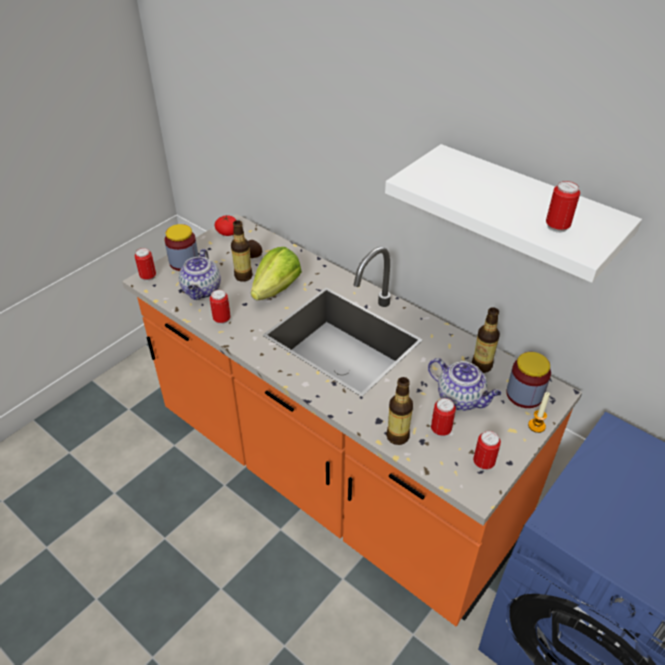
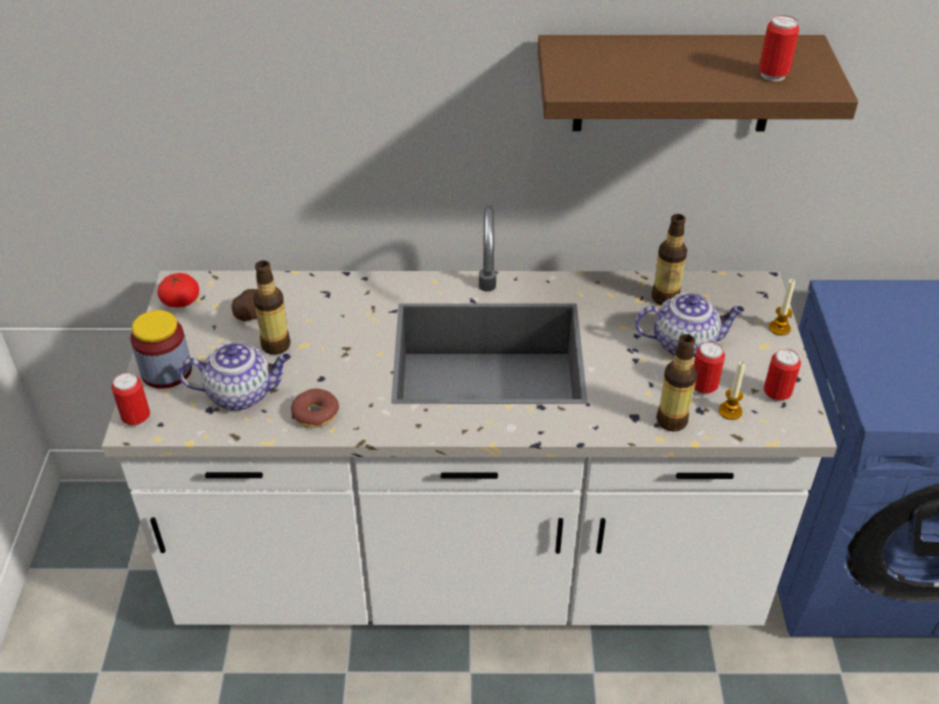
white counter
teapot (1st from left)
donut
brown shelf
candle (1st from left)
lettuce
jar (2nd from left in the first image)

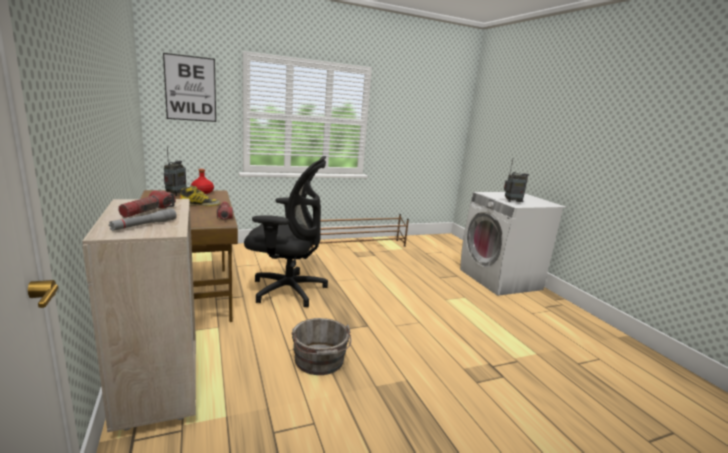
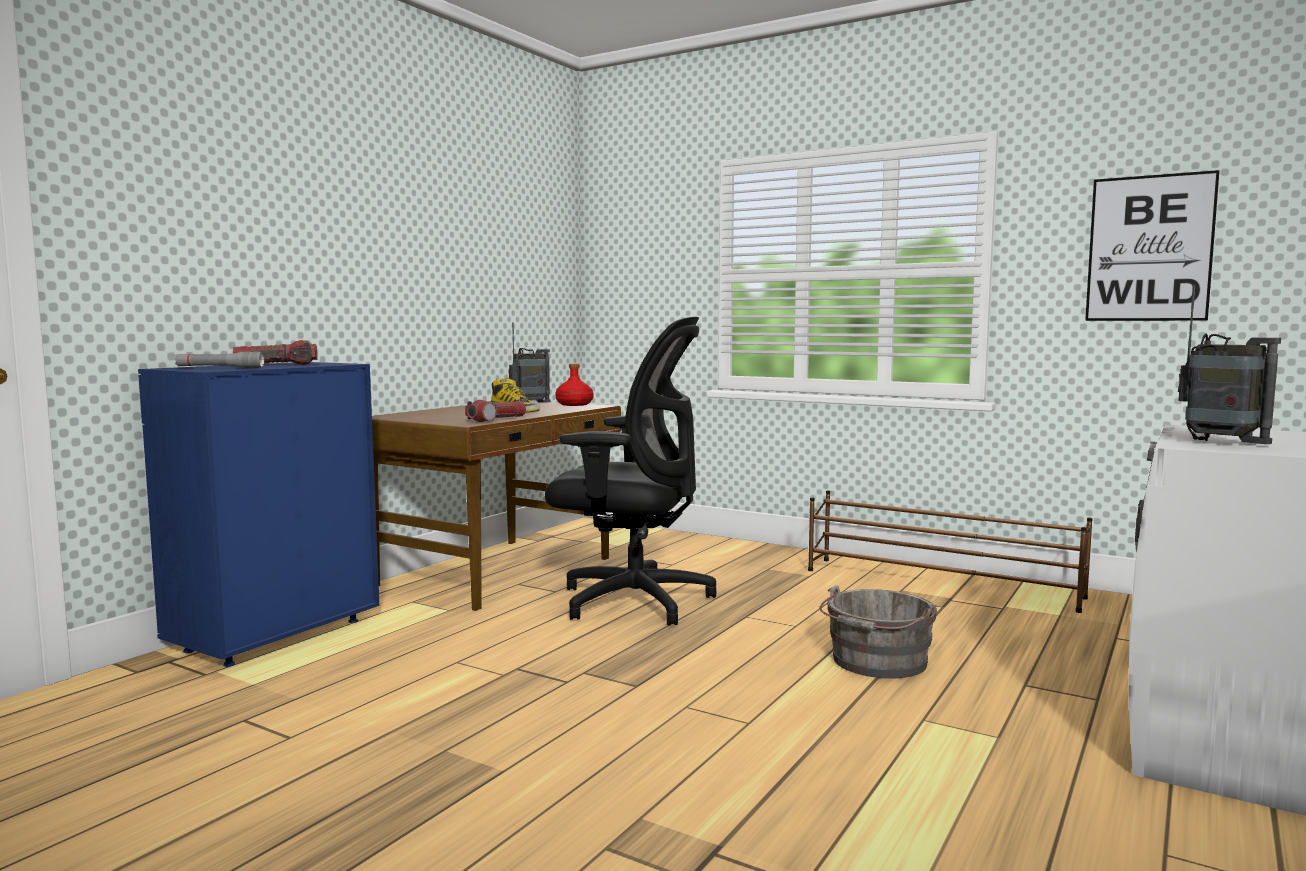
blue cabinet
black office chair
grey bucket
picture

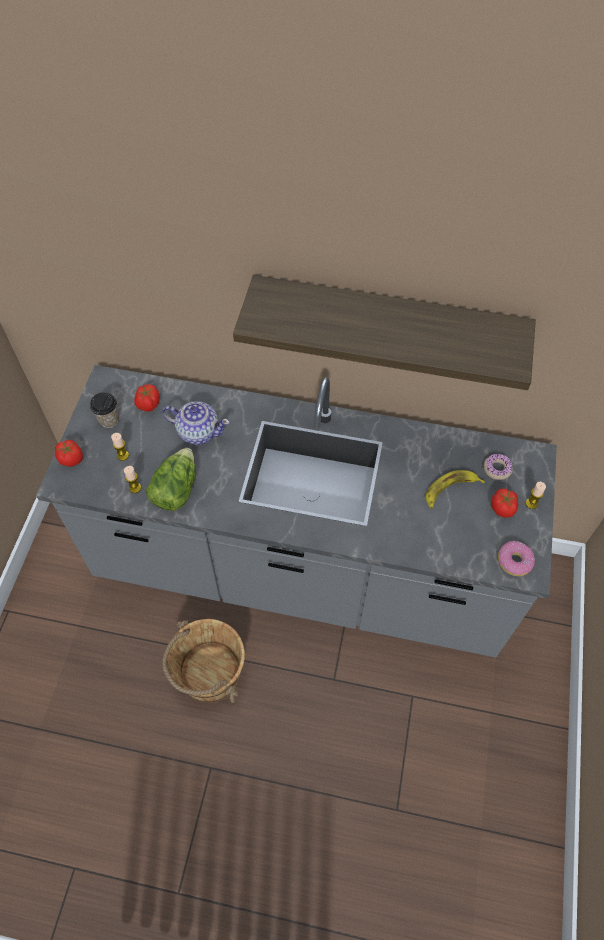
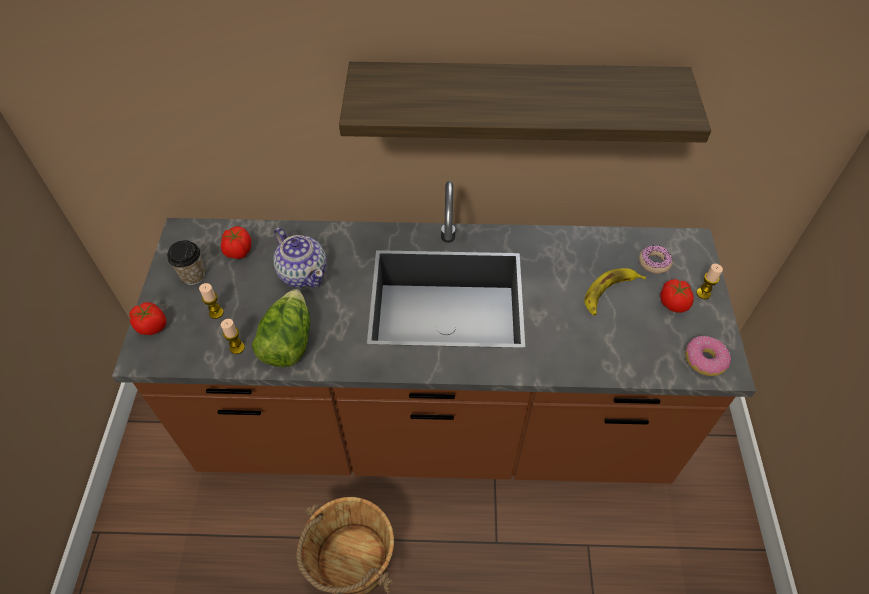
brown counter
teapot

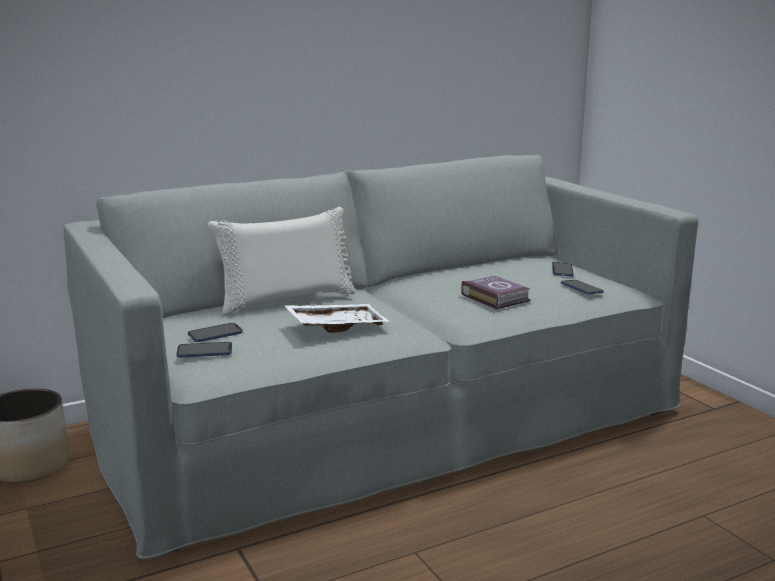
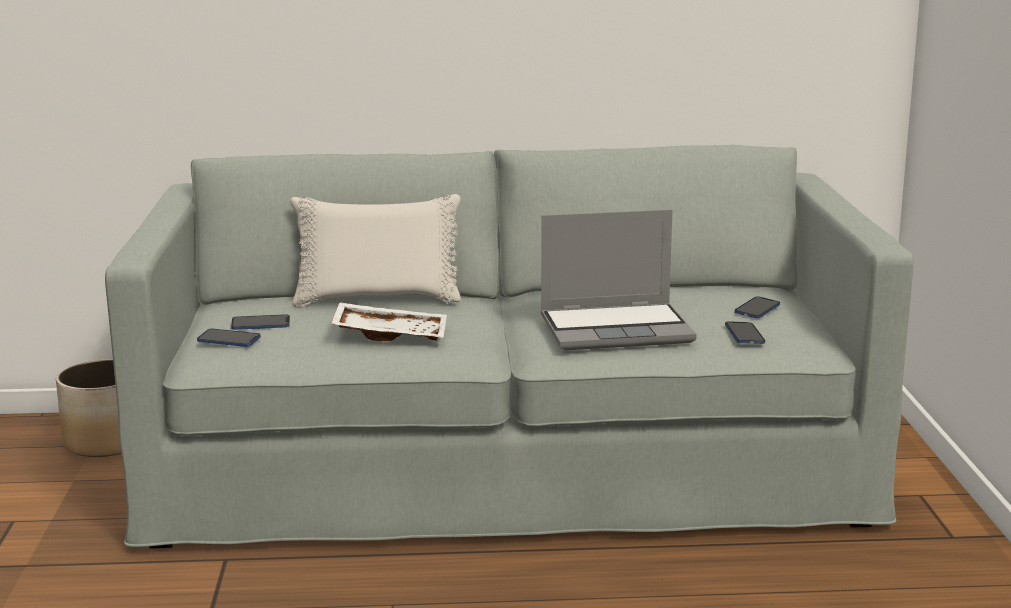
laptop

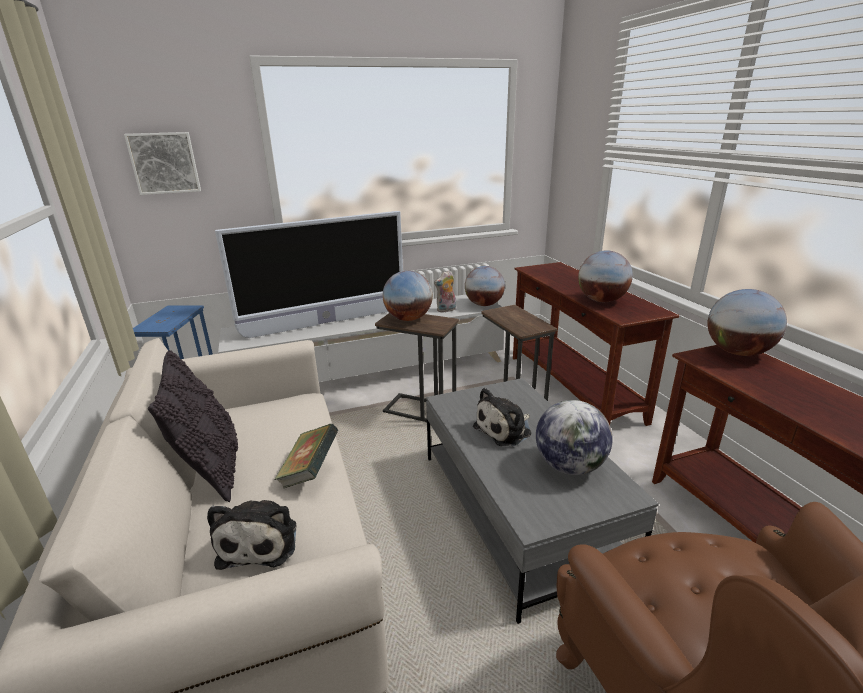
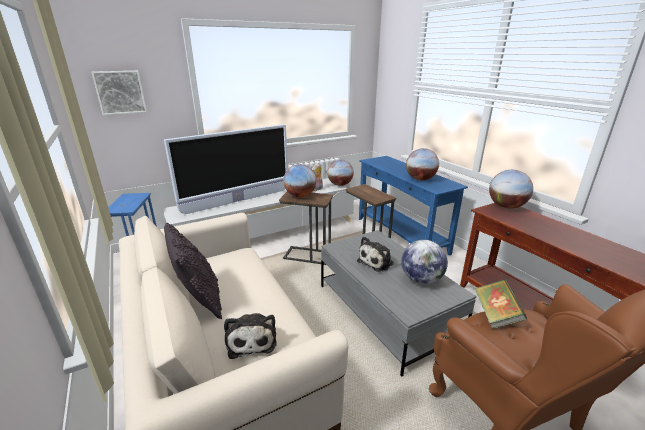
blue console table
book

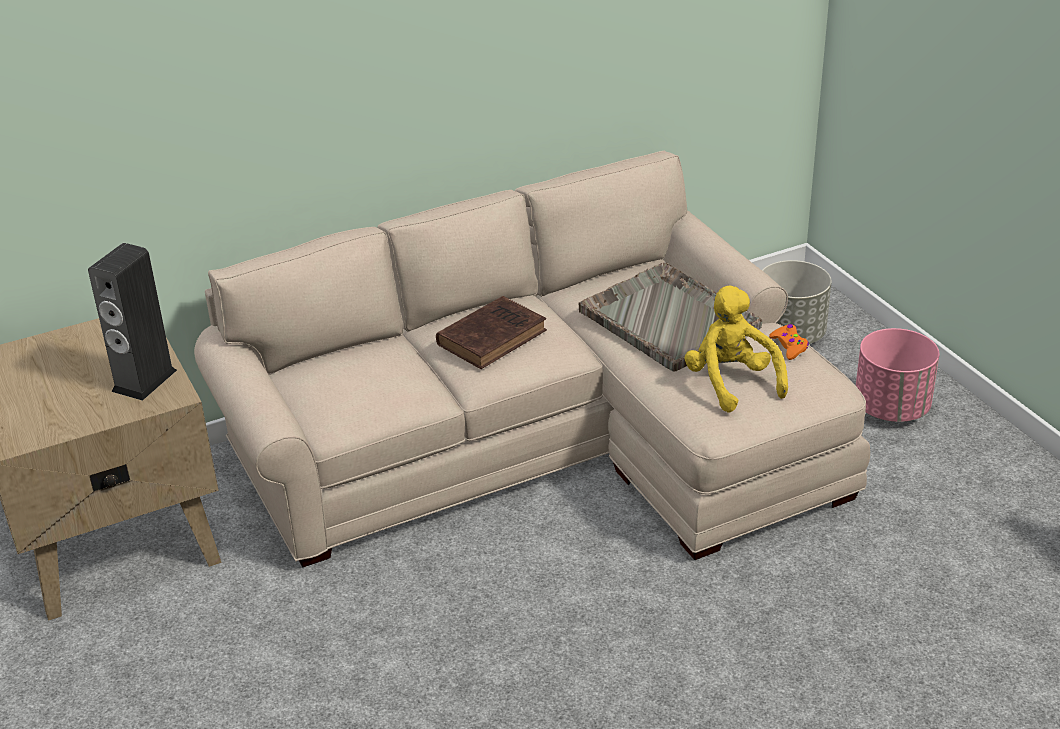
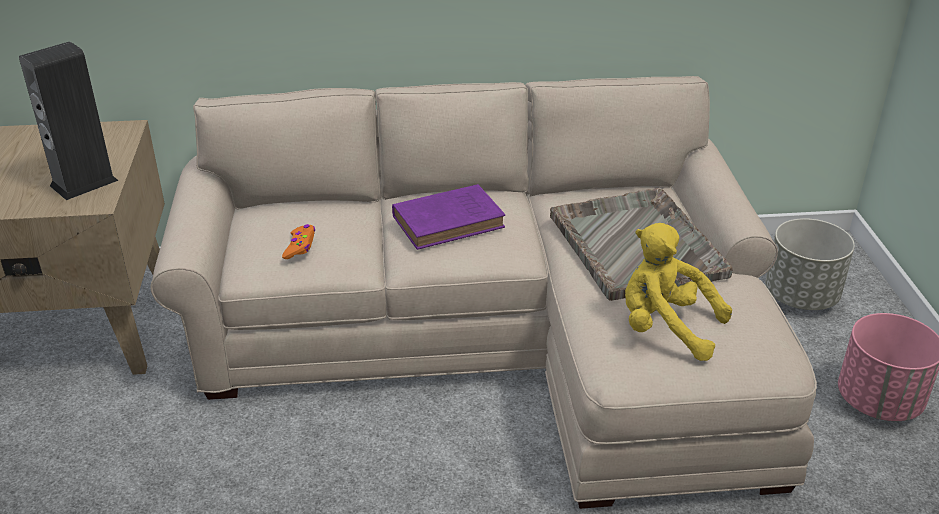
orange game controller
purple book
yellow plush toy

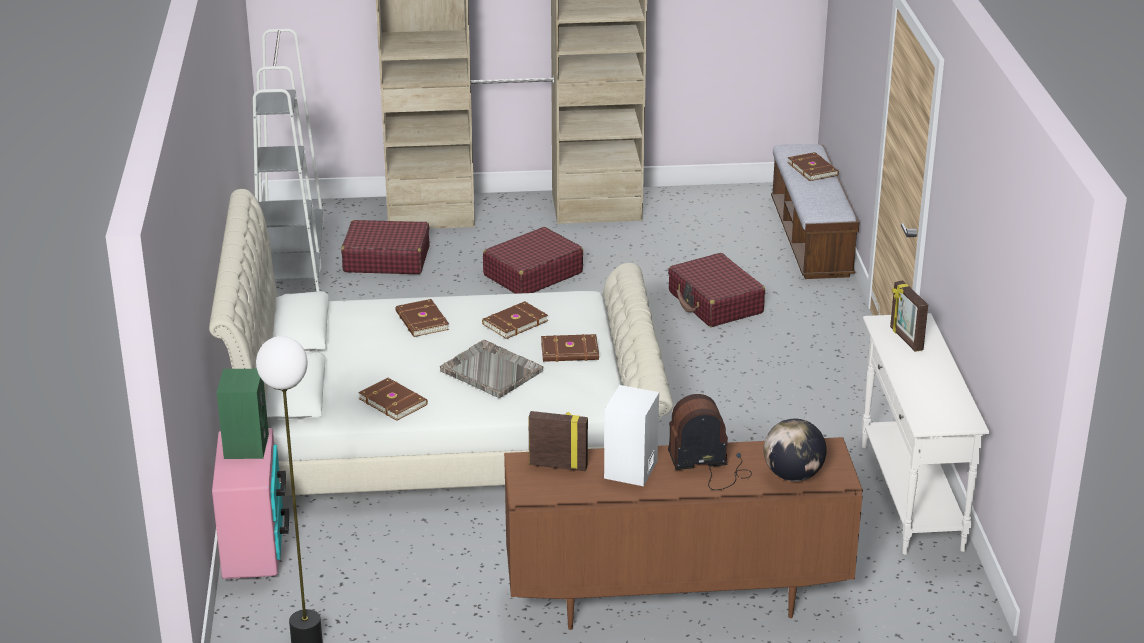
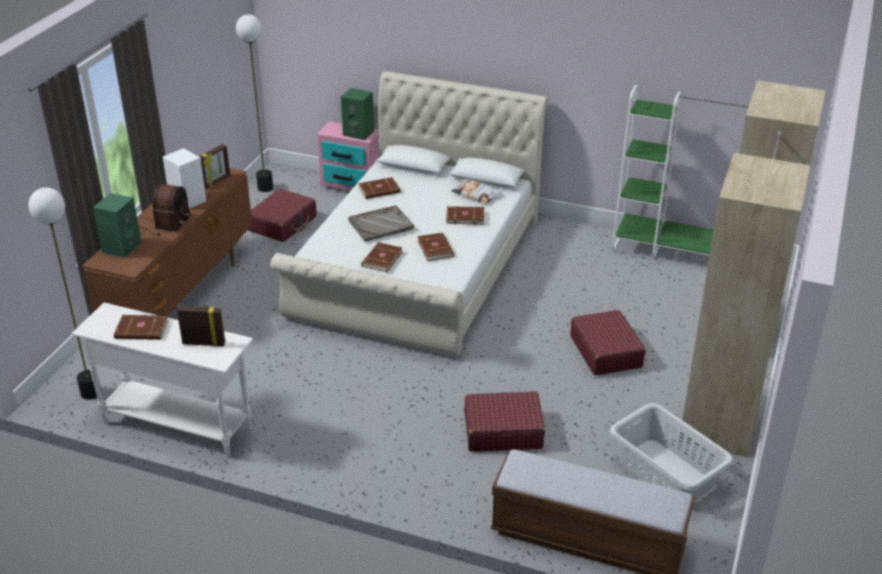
floor lamp (1st from left)
green speaker (1st from left)
brown book (1st from left)
red suitcase (1st from left)
pillow
grey laundry basket
green clothes rack

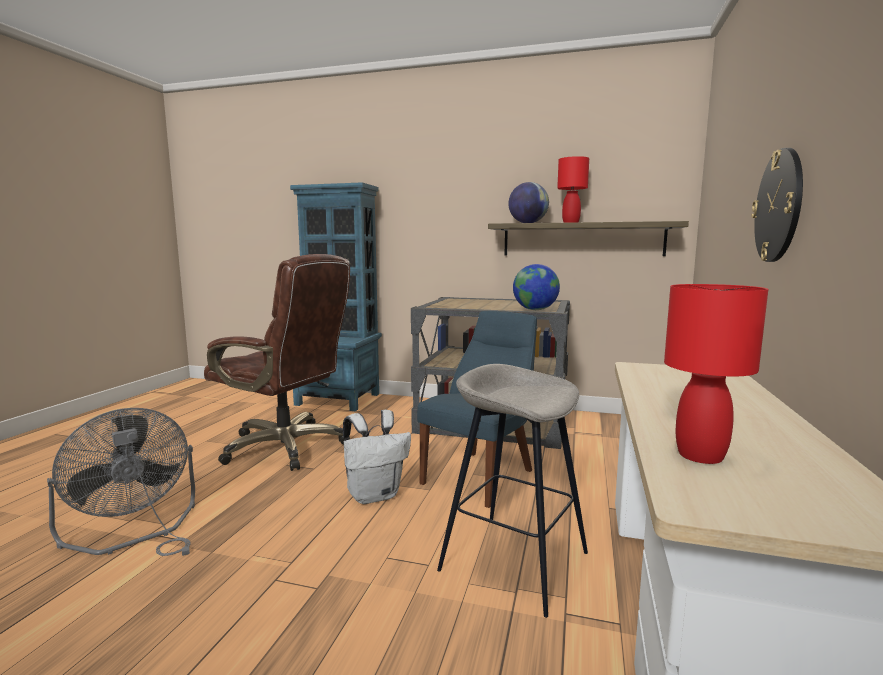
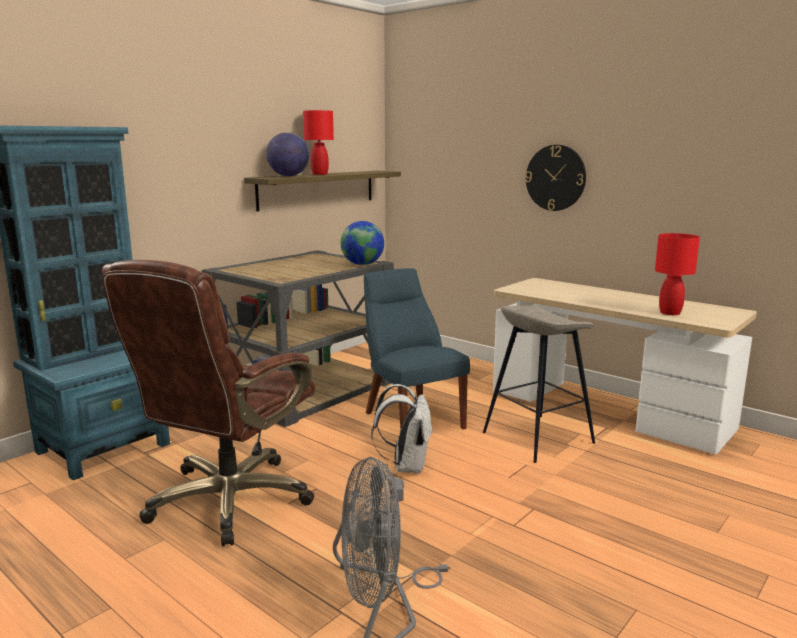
brown office chair

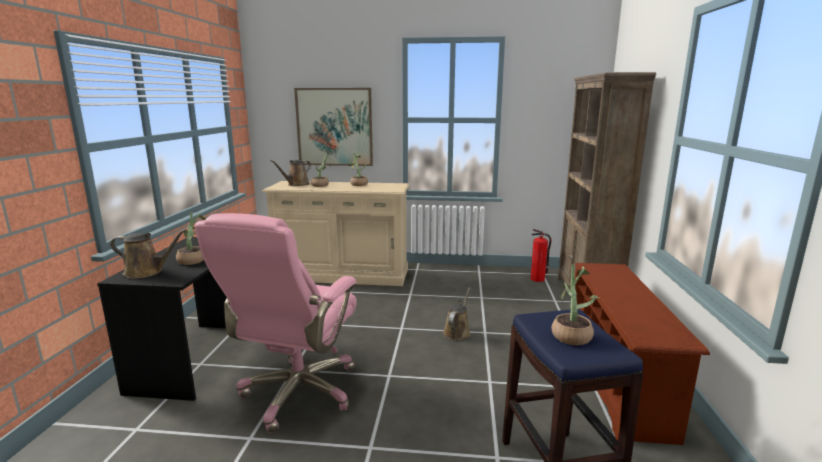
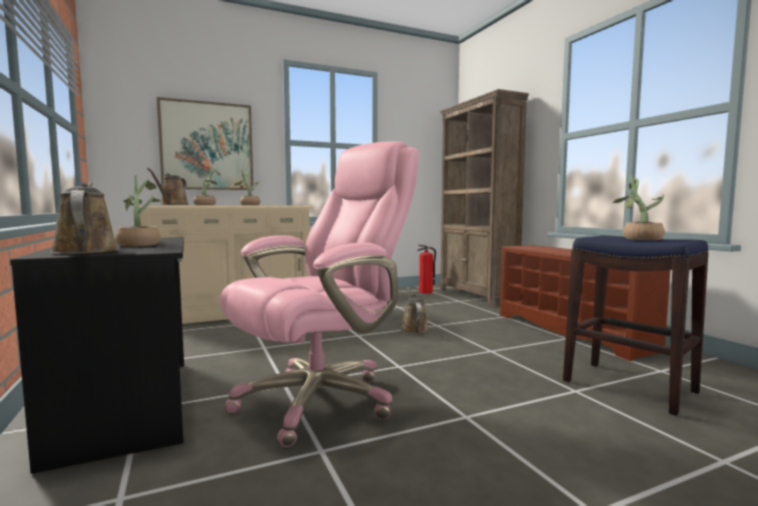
brown watering can (1st from left)
pink office chair

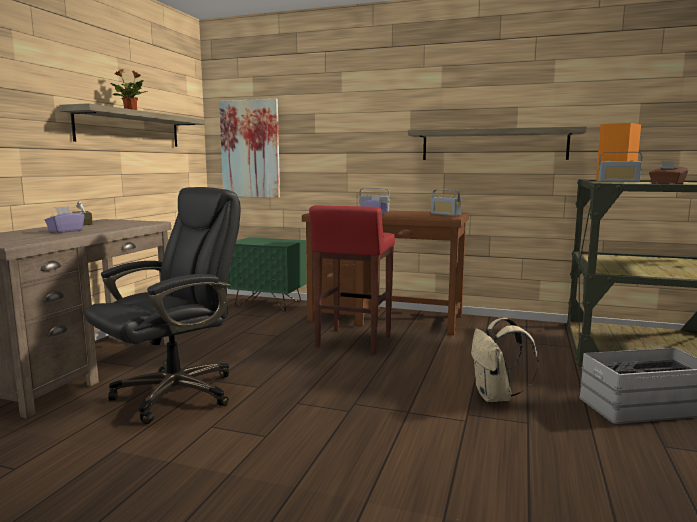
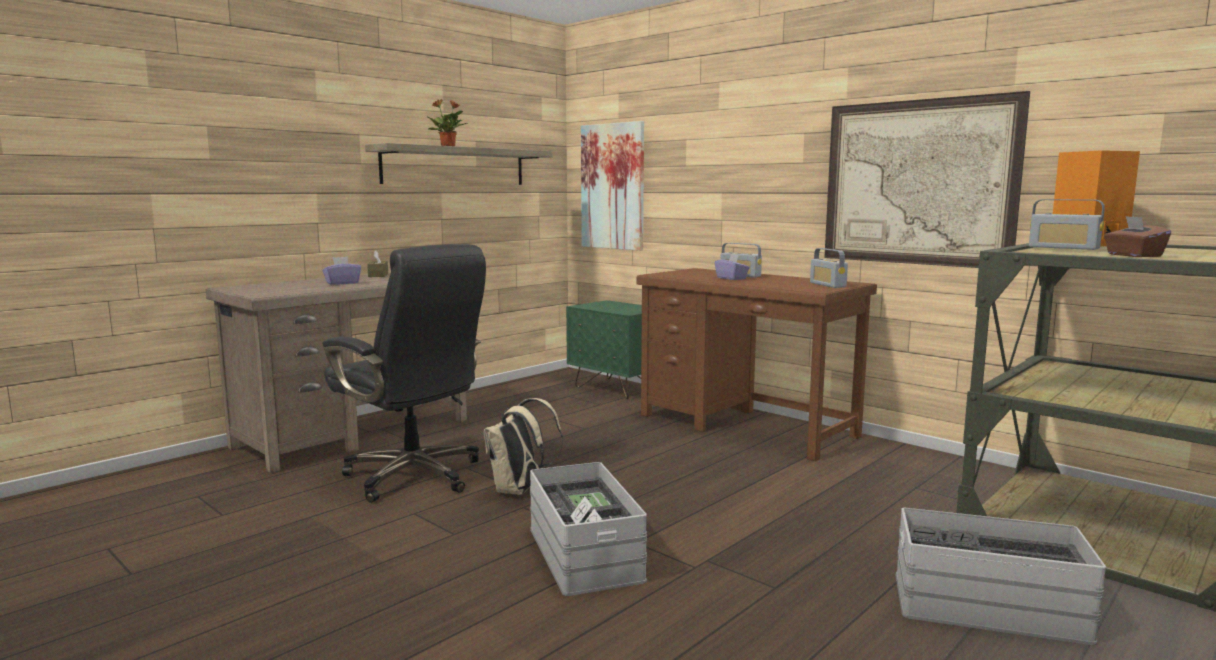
black office chair
beige backpack
grey storage box (1st from left)
picture (2nd from left)
red stool

